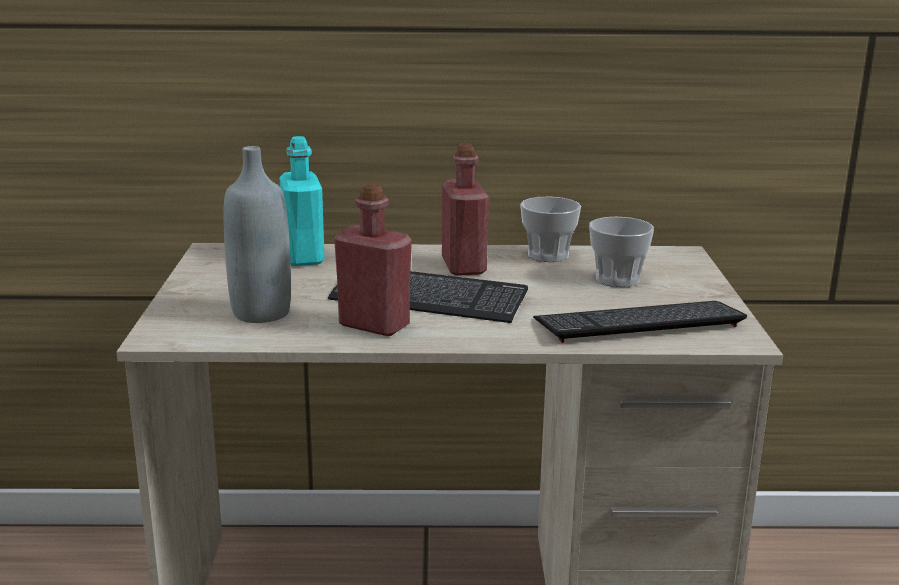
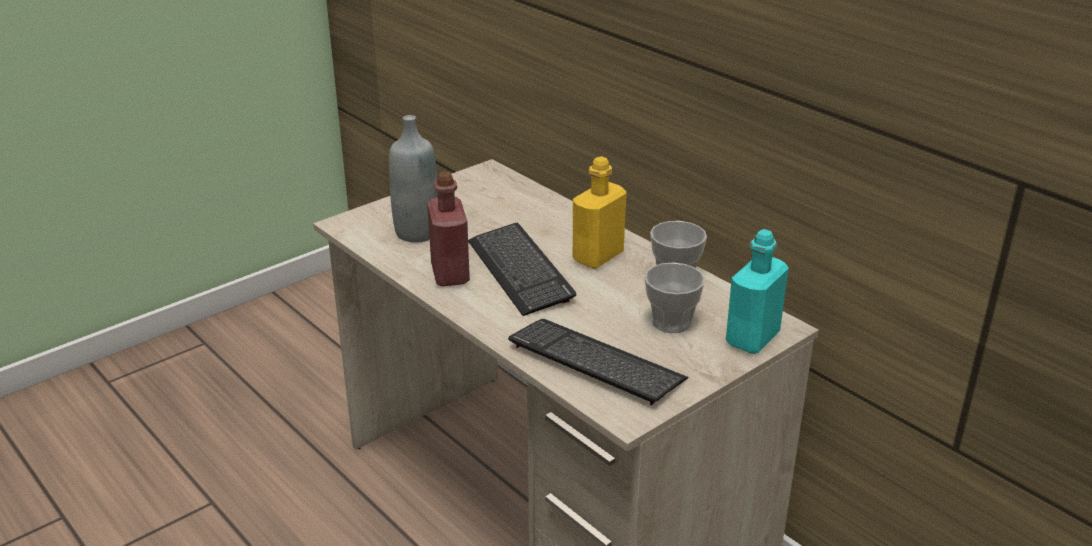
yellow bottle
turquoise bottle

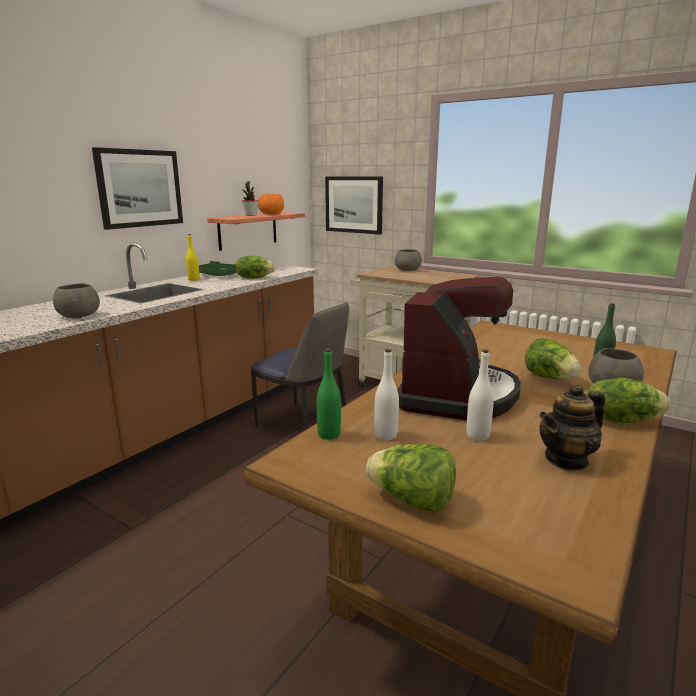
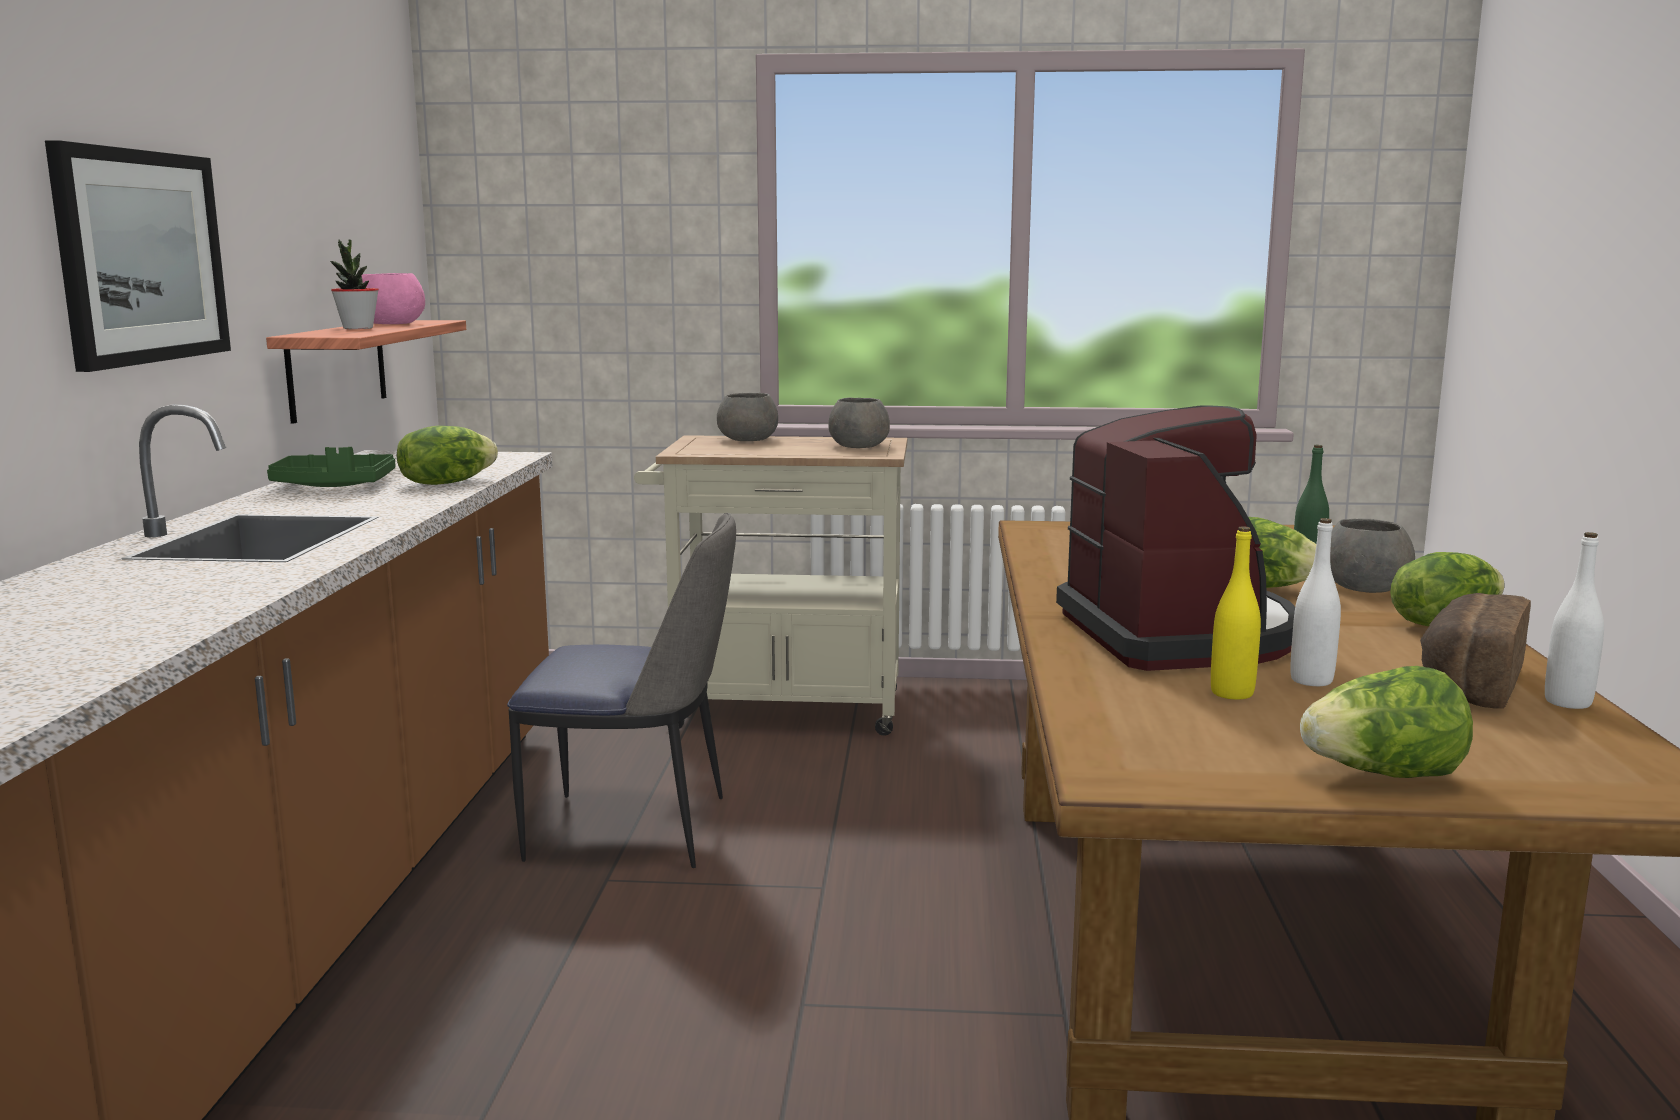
pink bowl
grey bowl (2nd from left)
yellow bottle
bread
white bottle (2nd from left)
green bottle (1st from left in the first image)
picture (2nd from left in the first image)

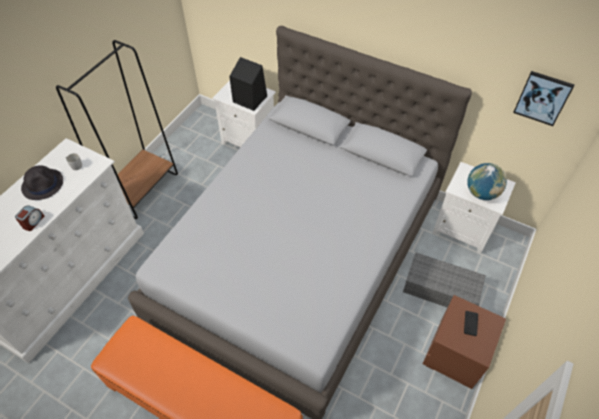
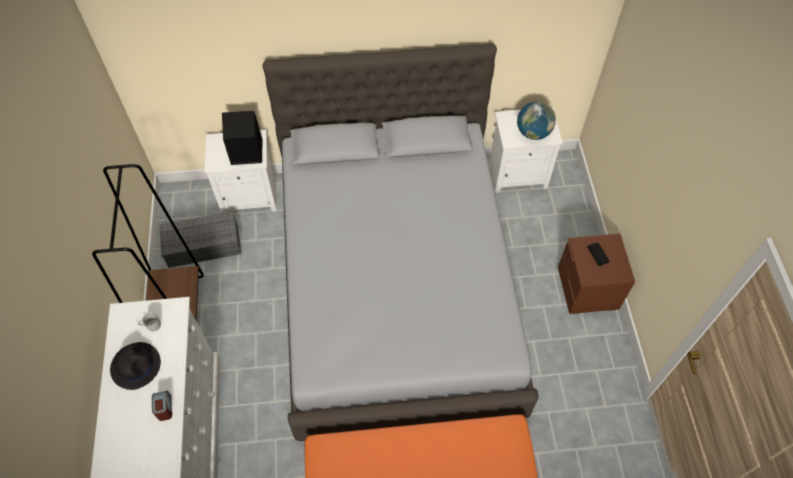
grey storage box
picture

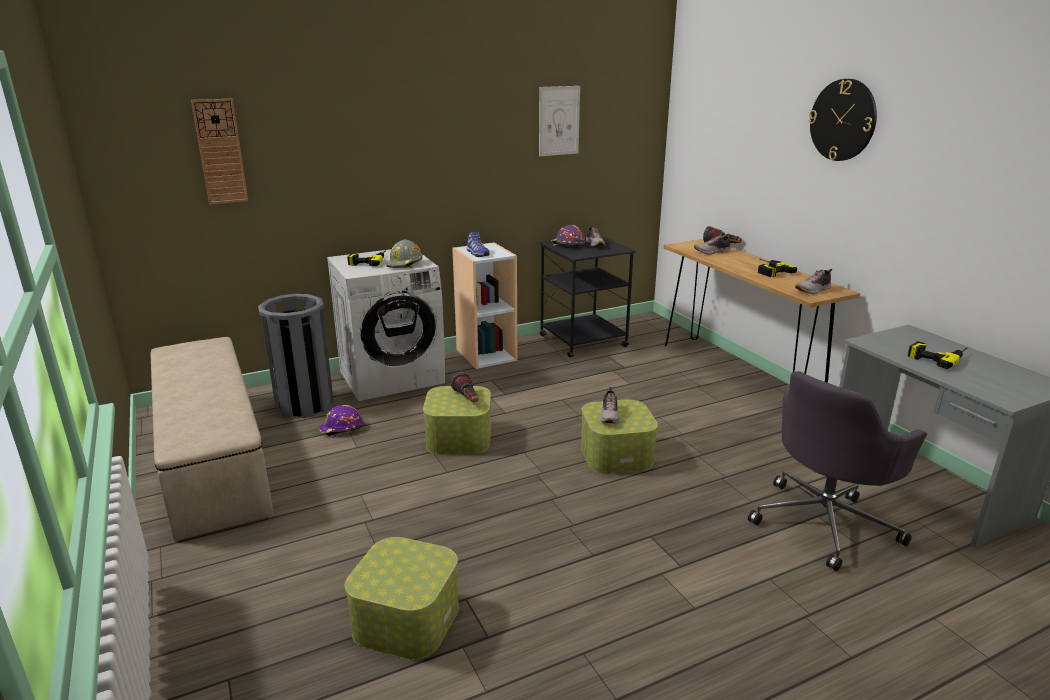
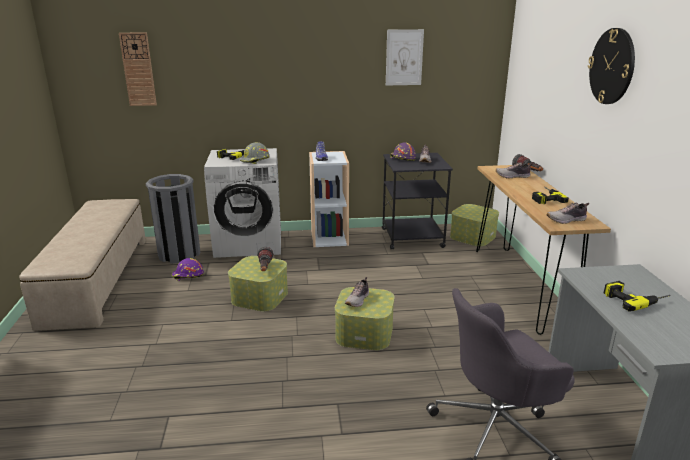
storage box (3rd from left)

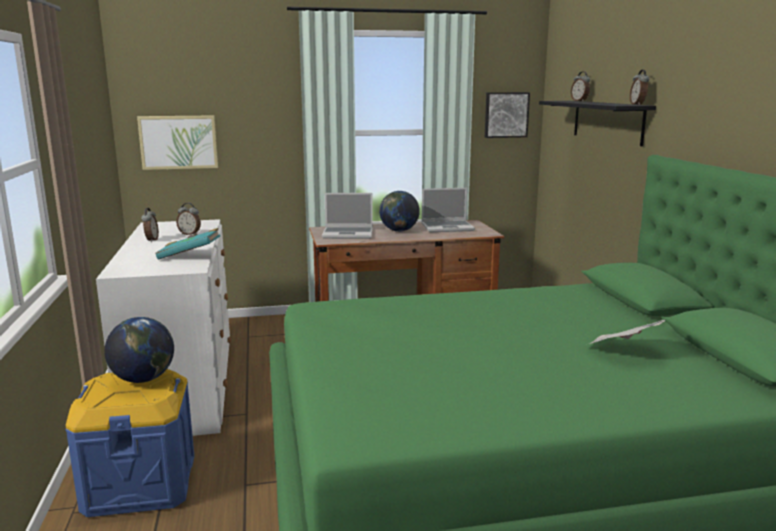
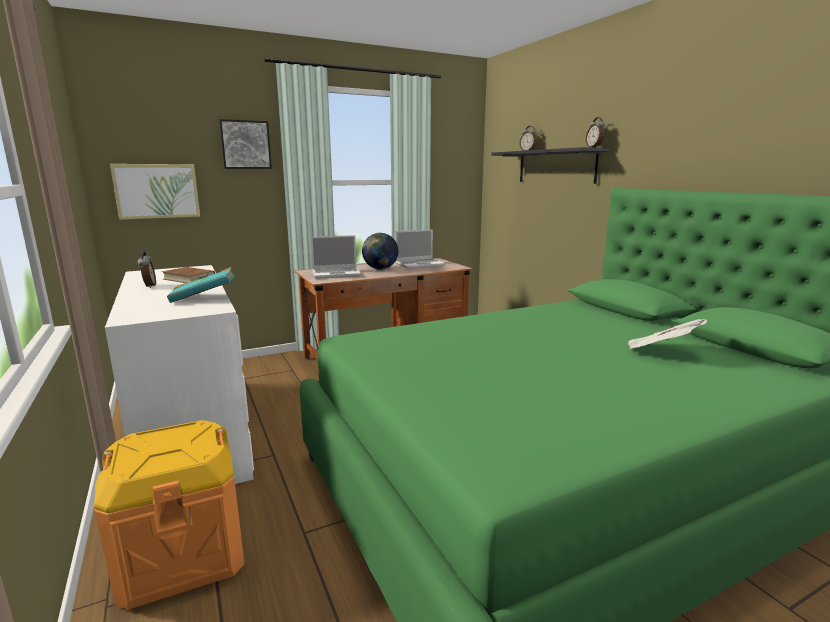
orange storage box
brown book
picture (2nd from left)
globe (1st from left in the first image)

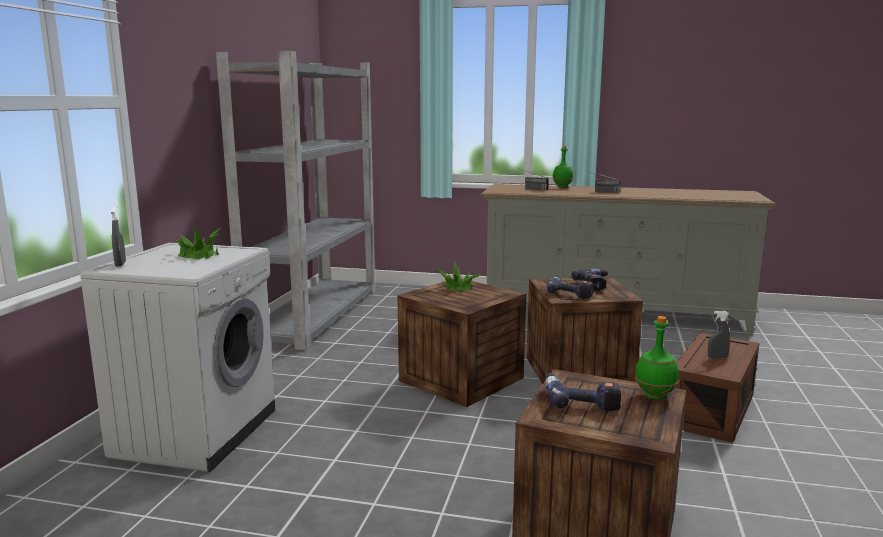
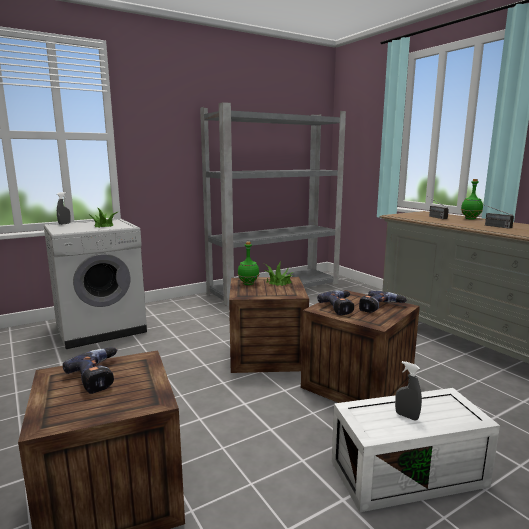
green bottle (1st from left)
white storage box

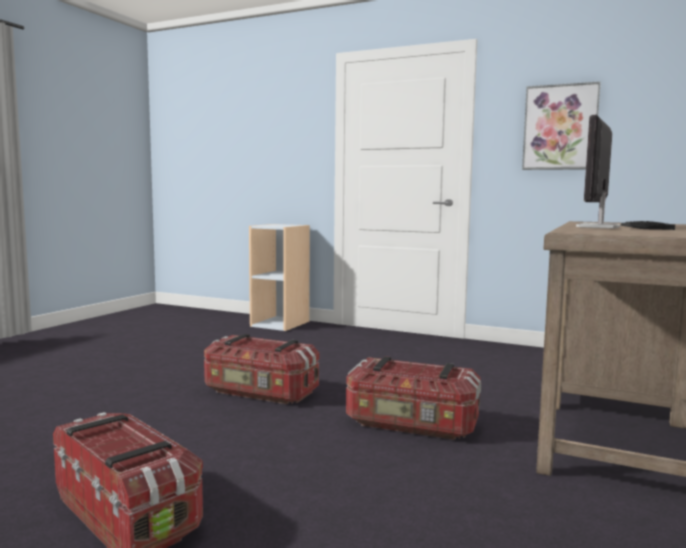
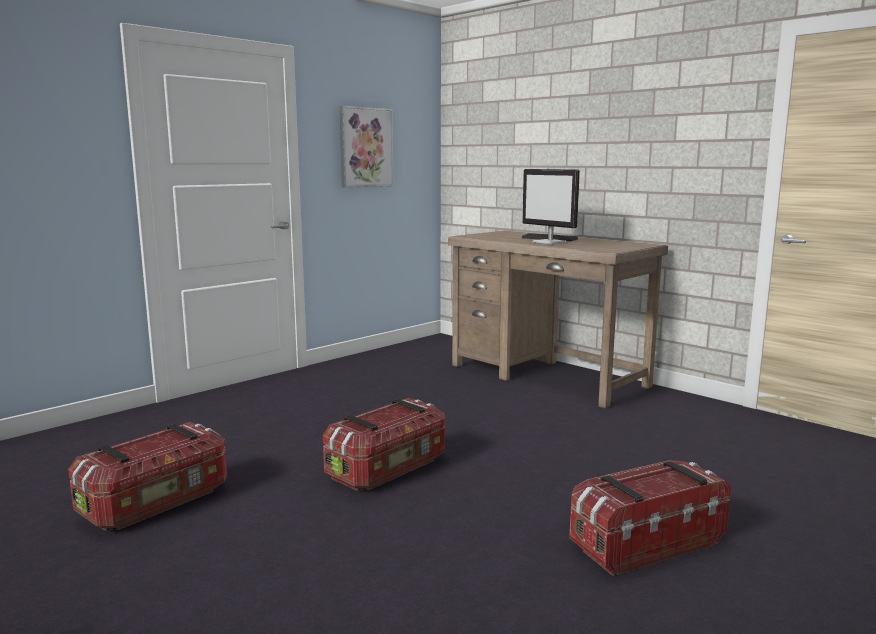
storage box (1st from left)
bookcase

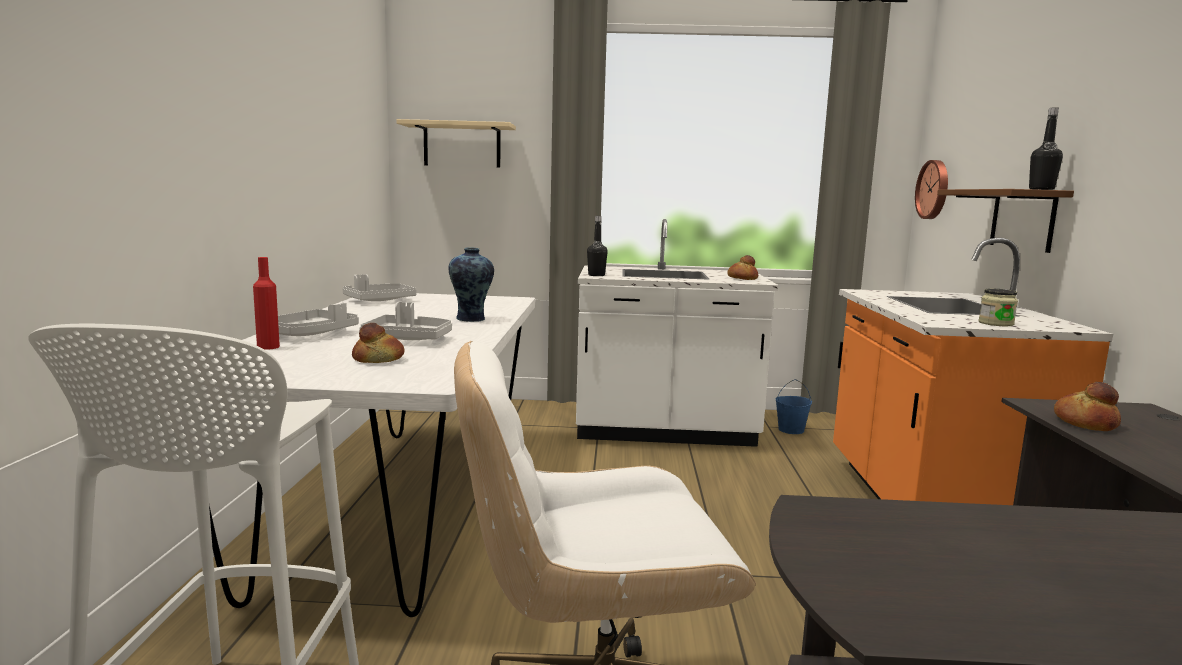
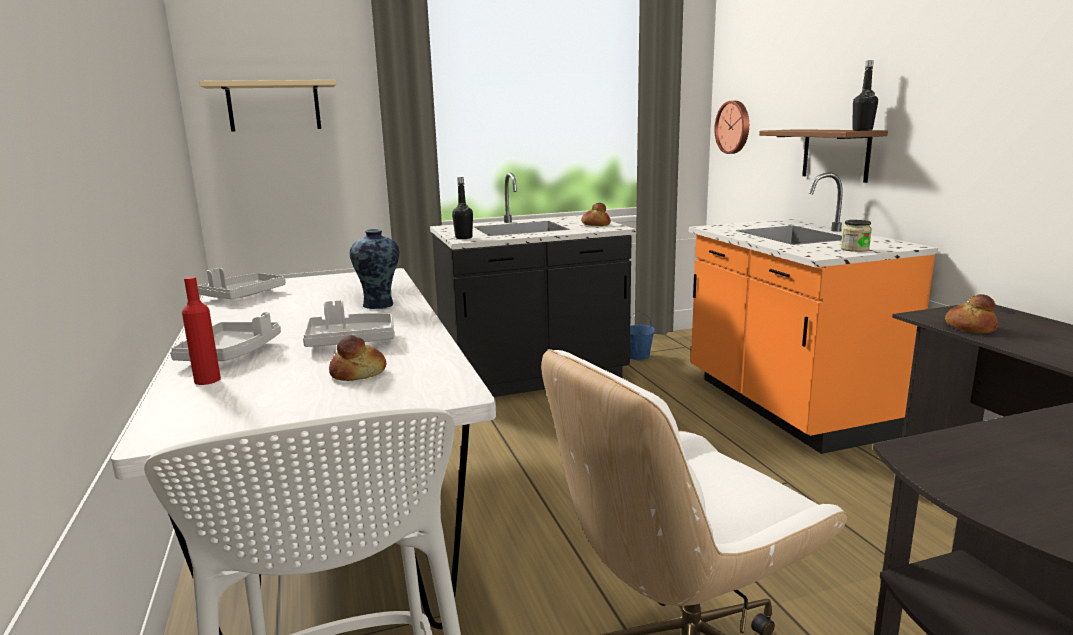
black counter

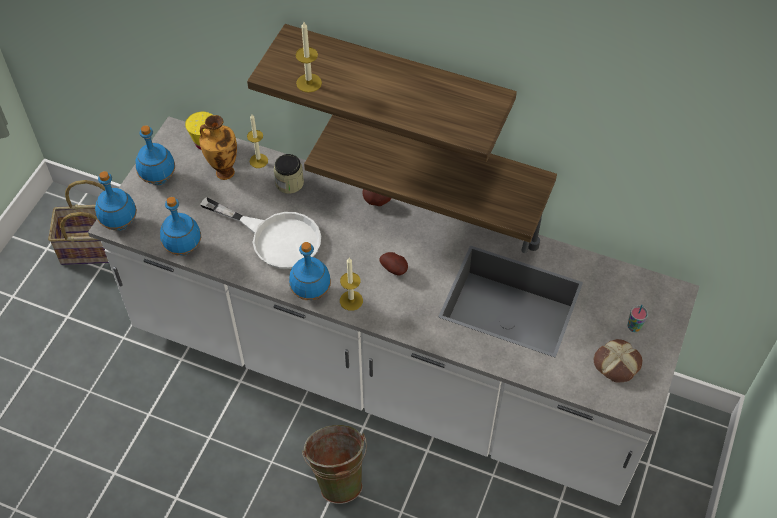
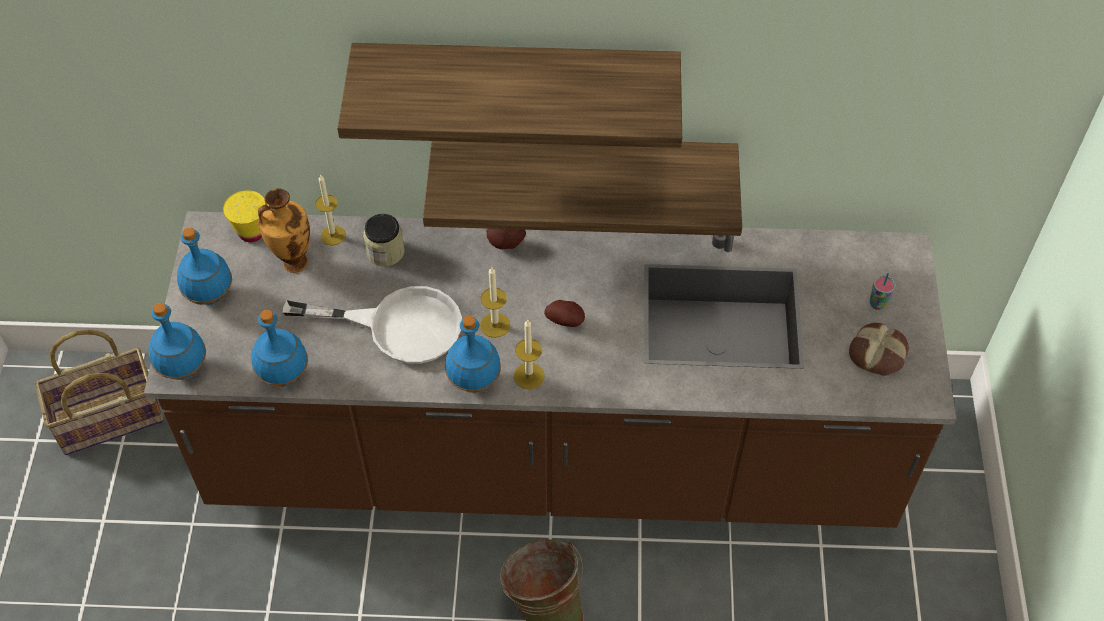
brown counter
candle (2nd from left)

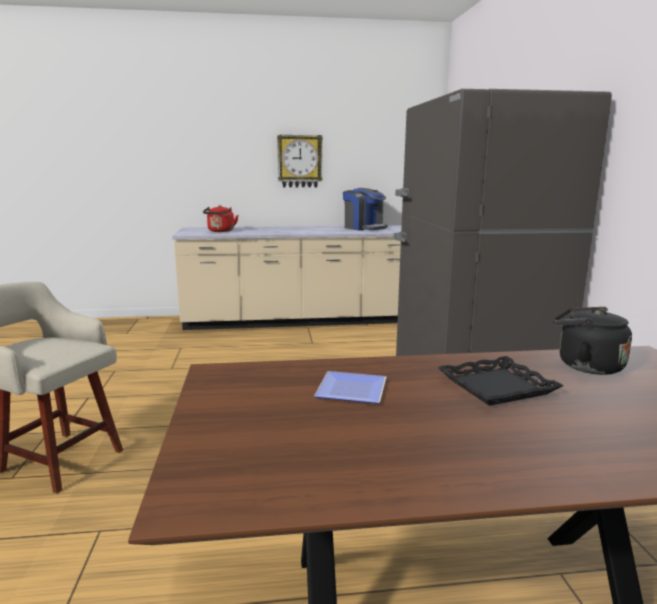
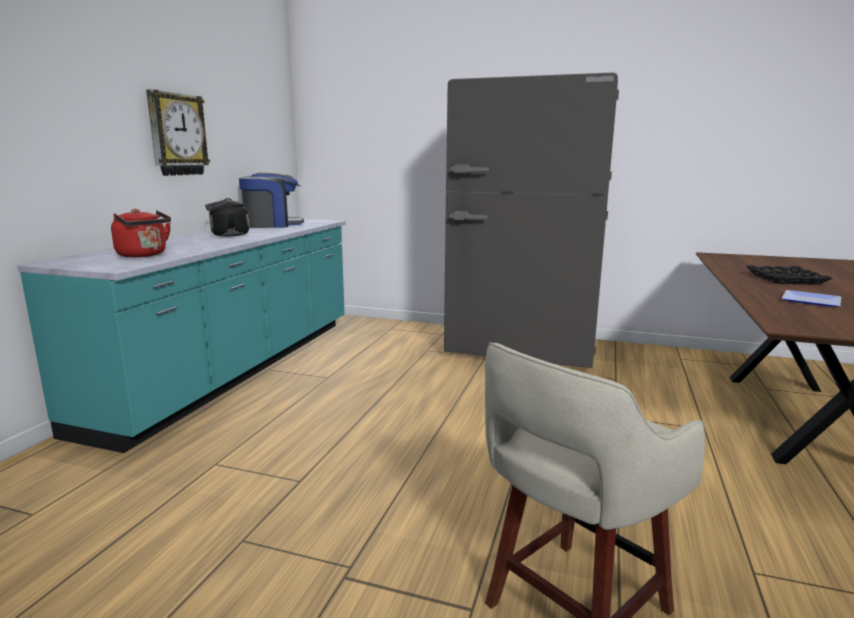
turquoise counter
black kettle

